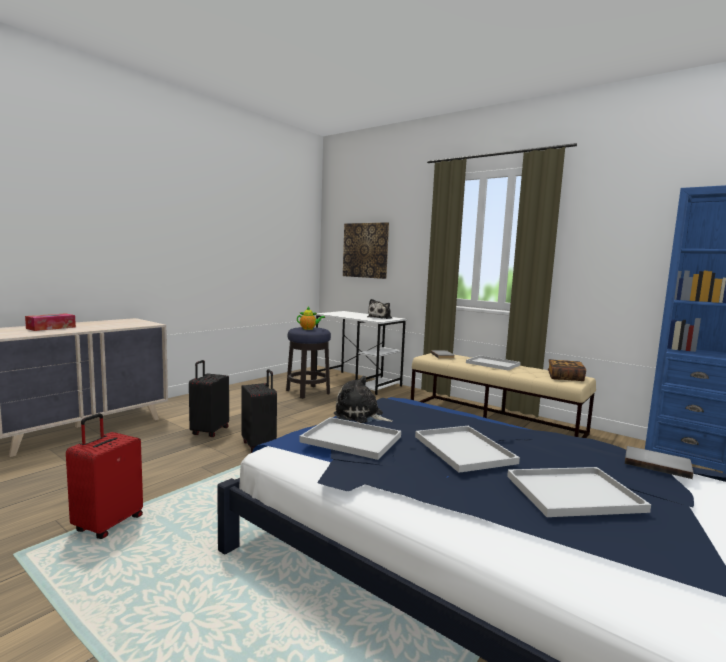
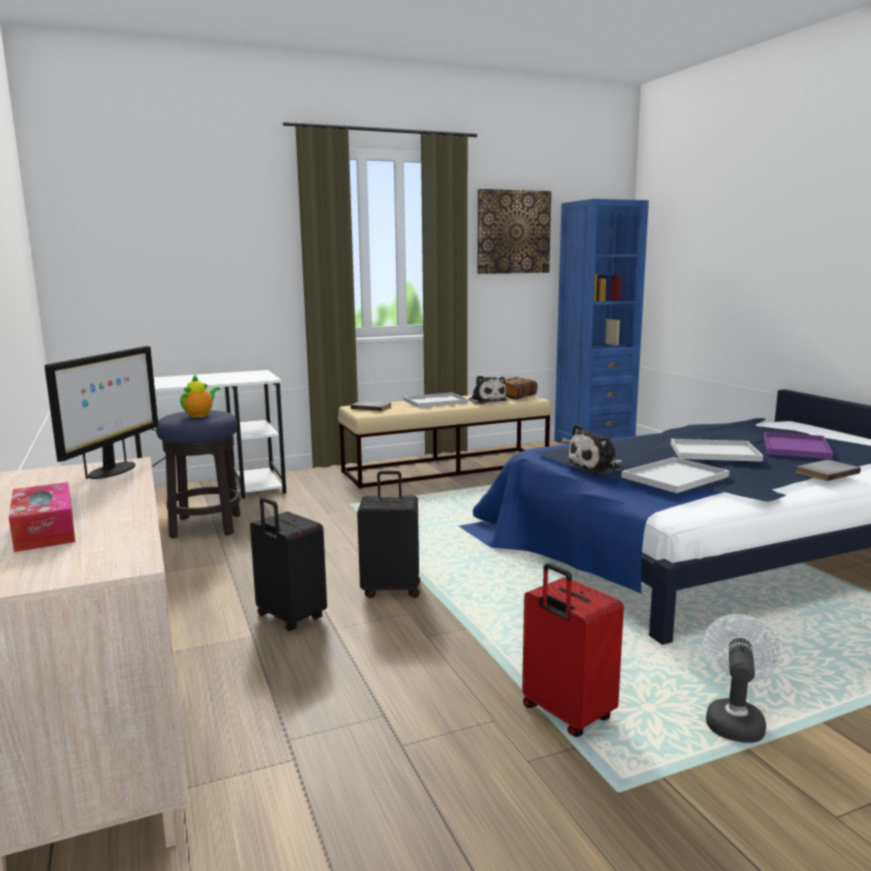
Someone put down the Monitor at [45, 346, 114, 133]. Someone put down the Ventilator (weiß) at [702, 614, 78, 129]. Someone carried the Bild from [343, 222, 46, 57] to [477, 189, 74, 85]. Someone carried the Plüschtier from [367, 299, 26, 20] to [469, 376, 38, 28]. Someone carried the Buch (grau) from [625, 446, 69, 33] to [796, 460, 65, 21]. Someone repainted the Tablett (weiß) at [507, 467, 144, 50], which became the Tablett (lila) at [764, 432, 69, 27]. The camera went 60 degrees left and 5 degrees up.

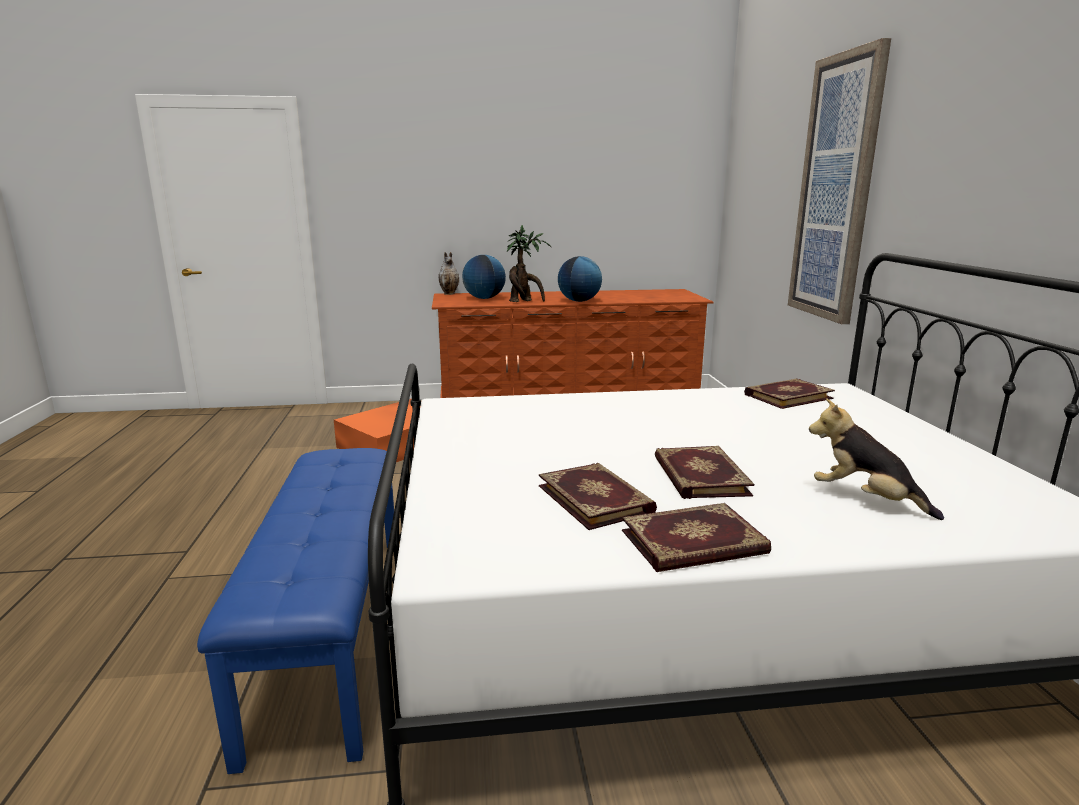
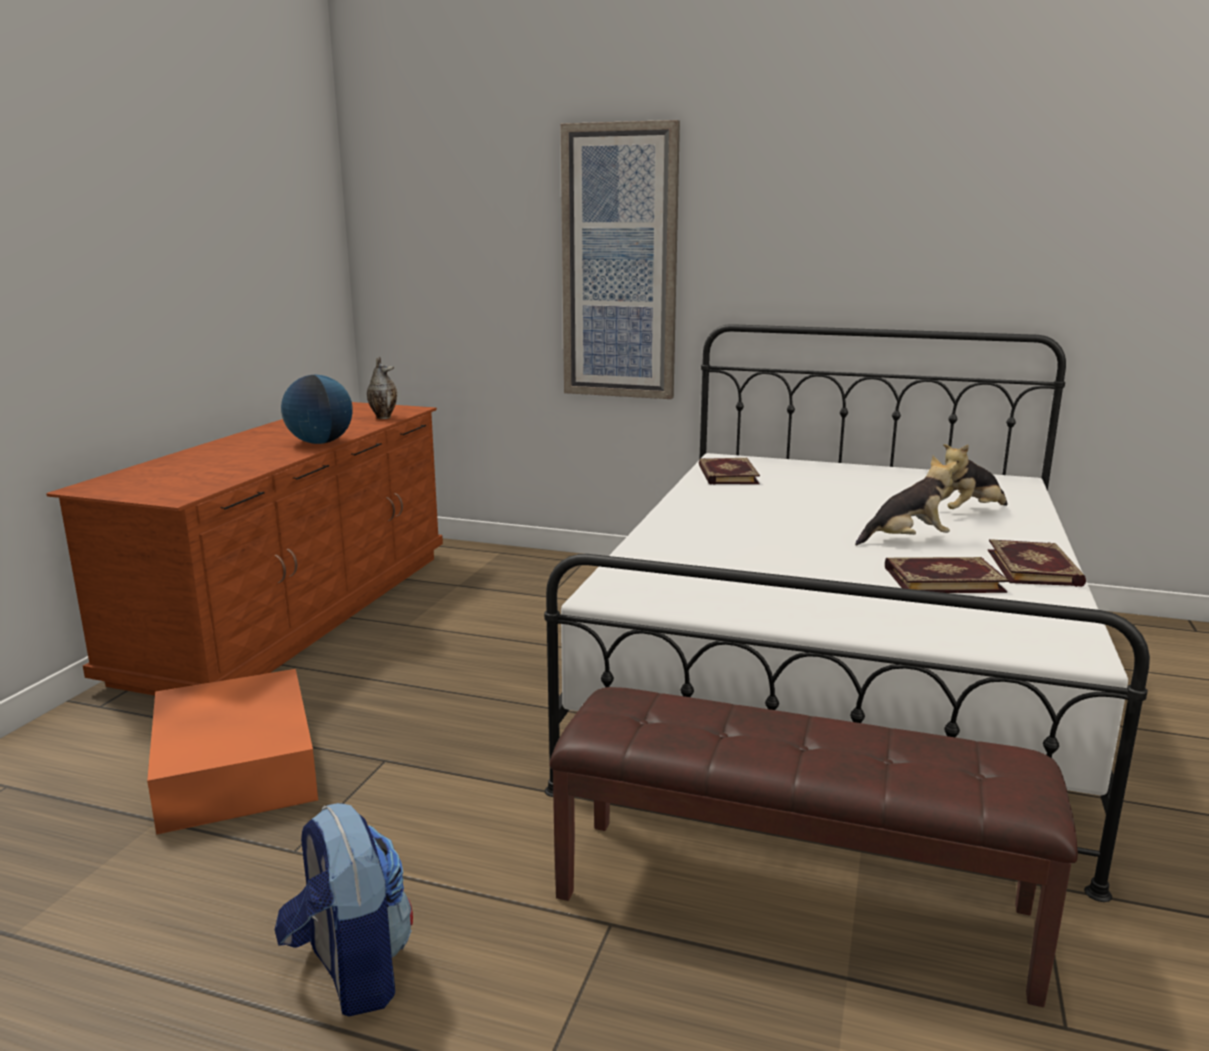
Someone took away the Globus at [462, 255, 44, 44]. Someone took away the Topfpflanze at [507, 225, 44, 77]. Someone put down the Rucksack at [275, 803, 138, 213]. Someone carried the Vase from [438, 252, 21, 43] to [367, 357, 30, 62]. Someone swapped the Buch at [655, 446, 99, 53] for the Plüschtier at [855, 456, 102, 90]. Someone repainted the Bank (blau) at [197, 448, 197, 326], which became the Bank (braun) at [550, 687, 528, 320]. The camera went 65 degrees left and 0 degrees up.

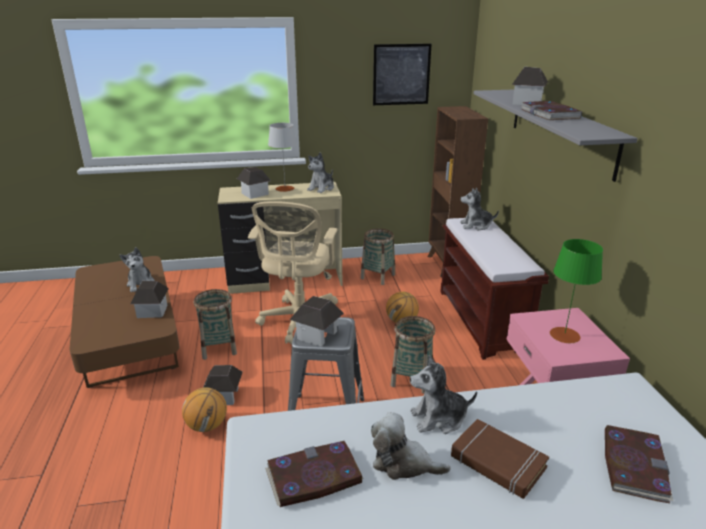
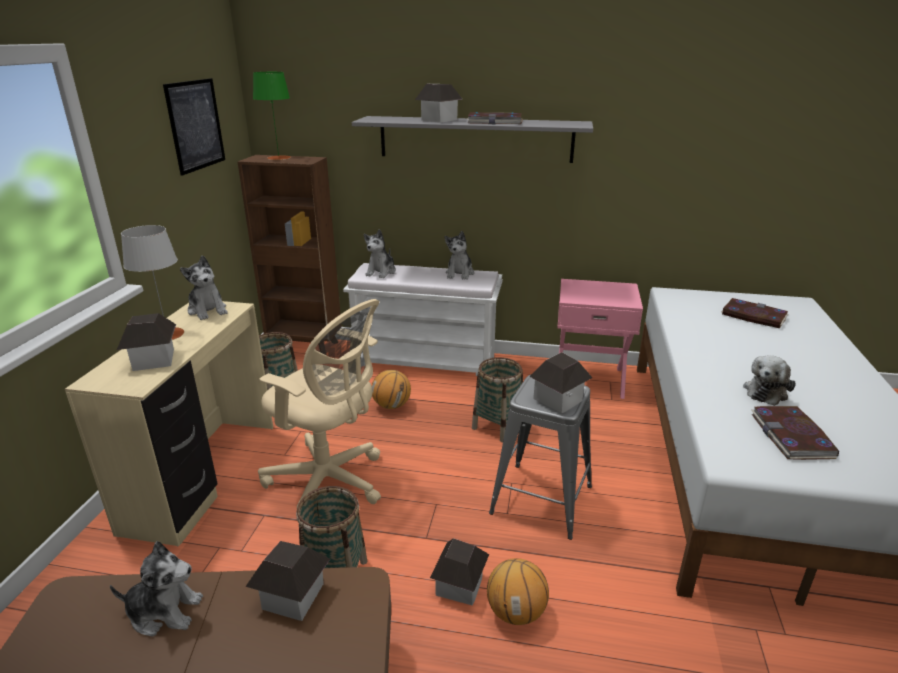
Someone took away the Buch (braun) at [451, 419, 98, 80]. Someone carried the Plüschtier from [410, 355, 67, 79] to [444, 231, 30, 49]. Someone carried the Tischlampe (grün) from [550, 239, 53, 104] to [253, 72, 38, 88]. Someone repainted the Bank (braun) at [440, 218, 109, 142], which became the Bank (weiß) at [343, 263, 159, 113]. The camera went 70 degrees left and 0 degrees up.

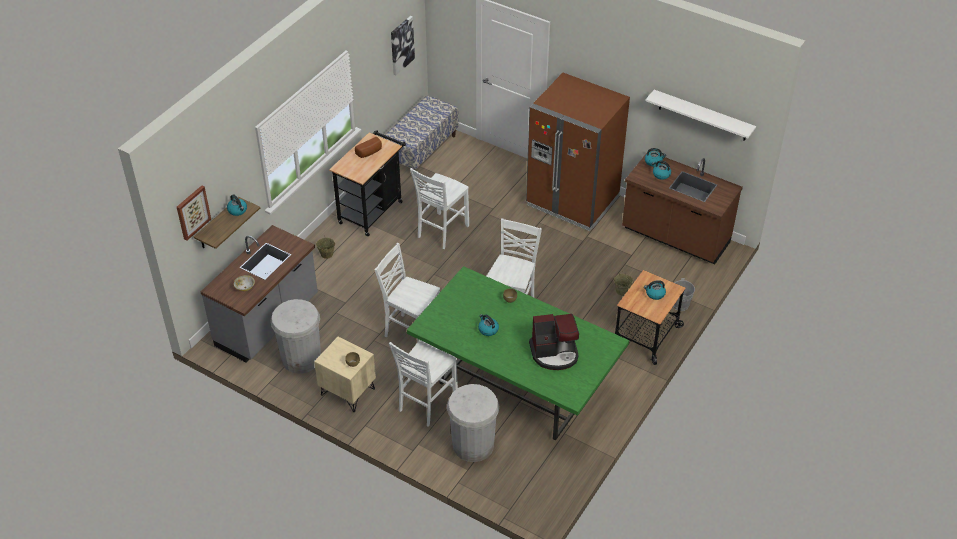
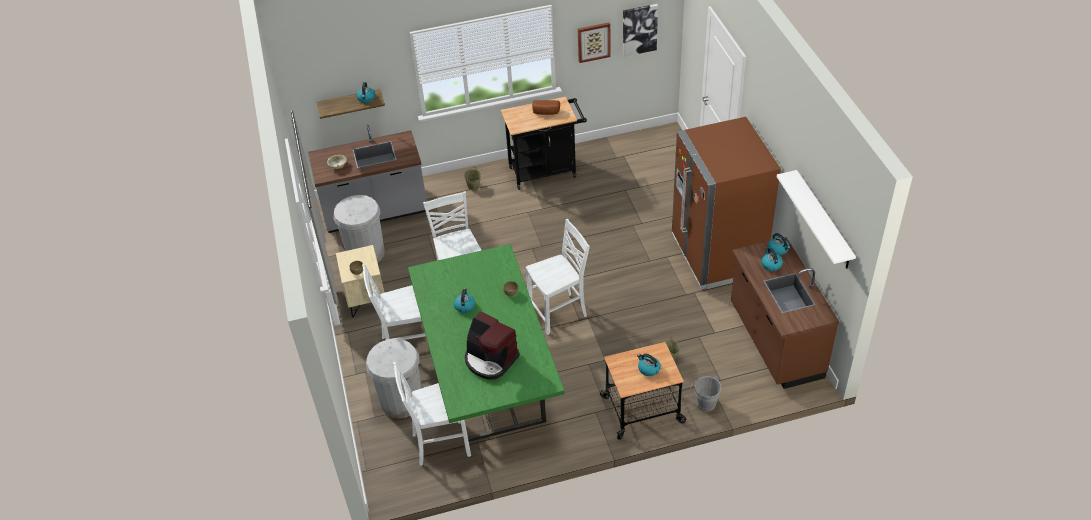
Someone took away the Bank at [383, 95, 75, 76]. Someone carried the Bild from [177, 185, 34, 56] to [578, 22, 32, 41]. Someone carried the Stuhl (weiß) from [410, 168, 59, 81] to [393, 362, 78, 104]. The camera went 45 degrees right and 0 degrees up.

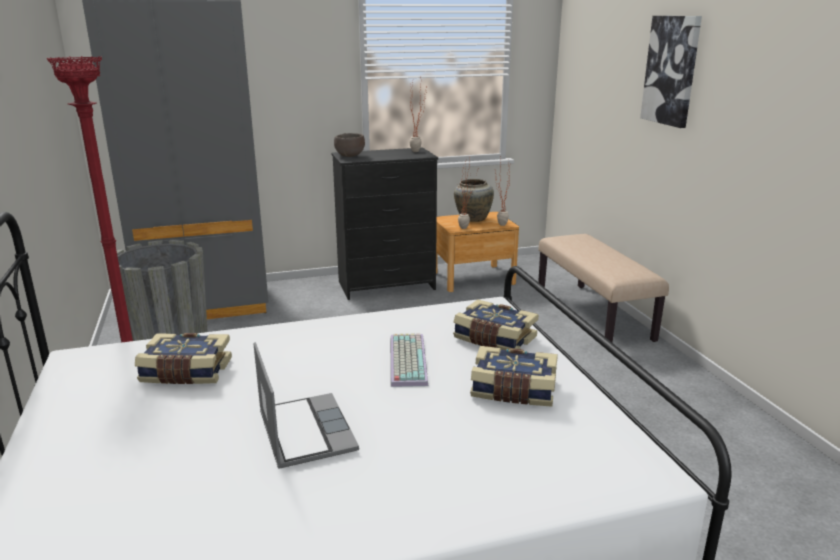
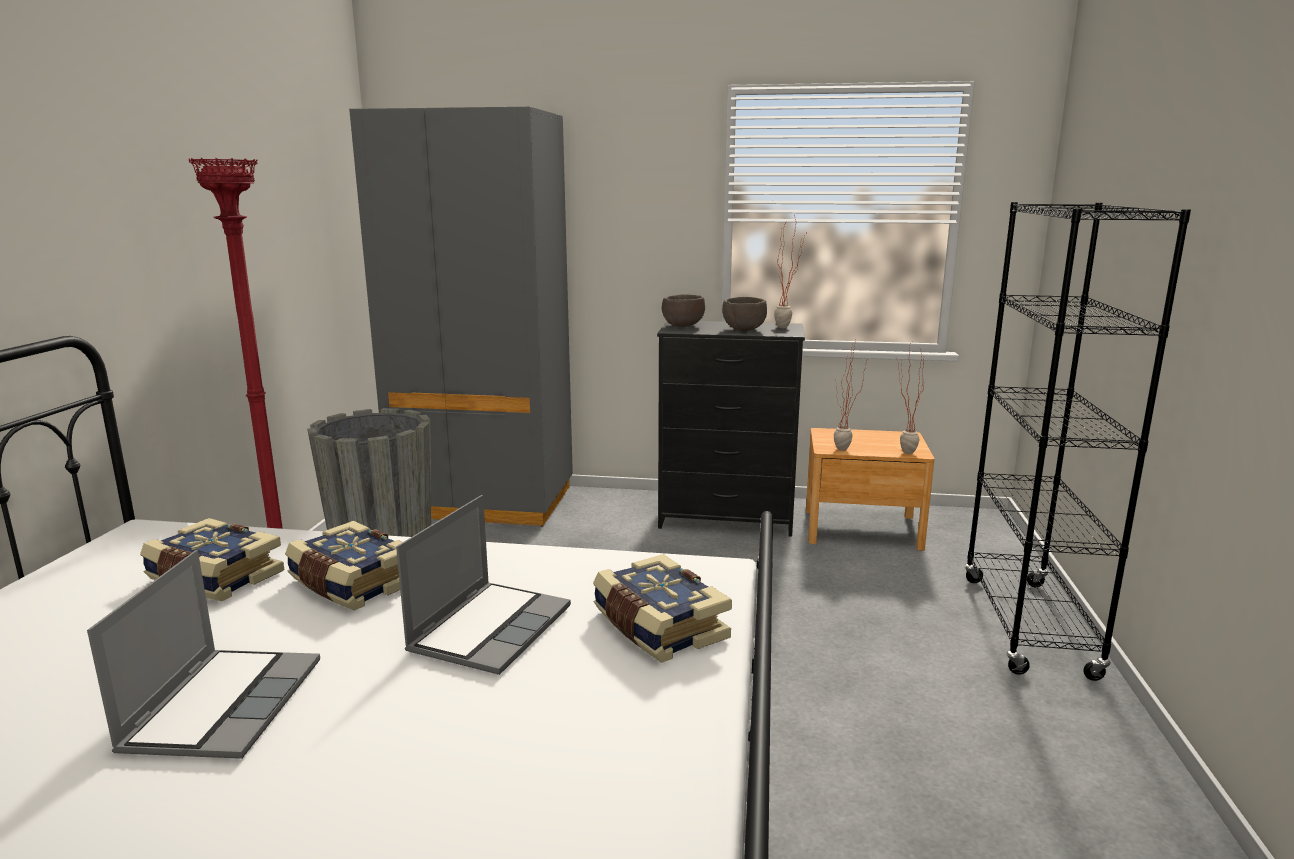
Someone took away the Vase (beige) at [454, 179, 40, 43]. Someone took away the Bild at [640, 16, 62, 112]. Someone put down the Schüssel (braun) at [722, 297, 45, 34]. Someone carried the Buch from [470, 346, 88, 61] to [285, 521, 117, 90]. Someone swapped the Tastatur at [391, 333, 37, 54] for the Laptop at [396, 495, 175, 180]. Someone swapped the Bank (beige) at [538, 234, 131, 108] for the Bücherregal (schwarz) at [964, 202, 227, 479]. The camera went 25 degrees right and 5 degrees down.

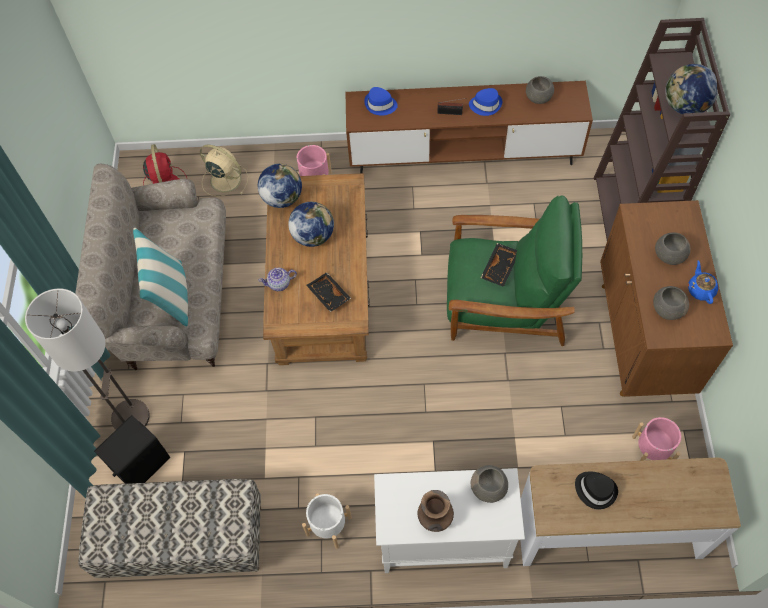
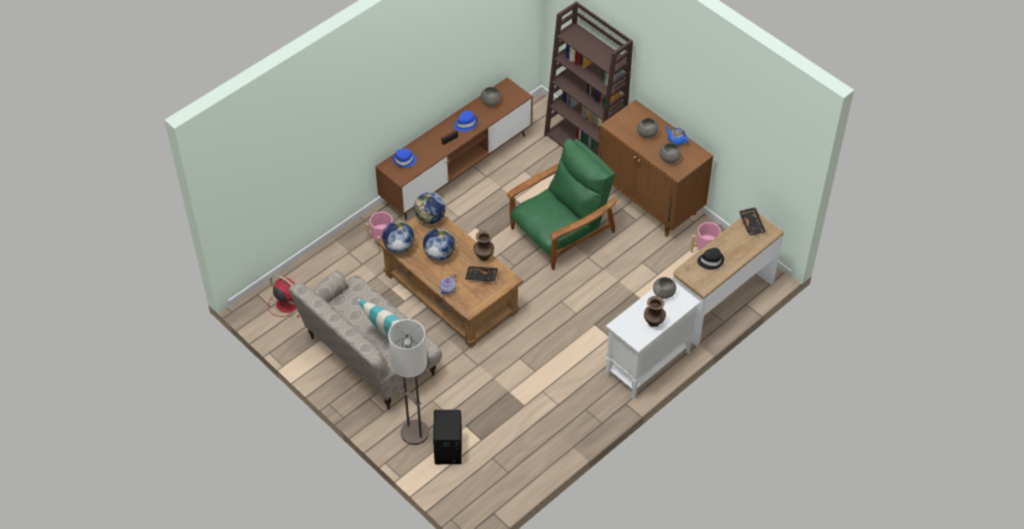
Someone took away the Bank at [79, 479, 182, 99]. Someone took away the Ventilator (beige) at [200, 144, 49, 53]. Someone took away the Pflanzkübel (weiß) at [302, 493, 50, 56]. Someone put down the Vase (braun) at [473, 230, 21, 31]. Someone carried the Tablett (schwarz) from [481, 243, 36, 44] to [739, 207, 27, 29]. Someone carried the Globus from [665, 64, 53, 50] to [414, 192, 32, 32]. The camera went 45 degrees left and 10 degrees down.

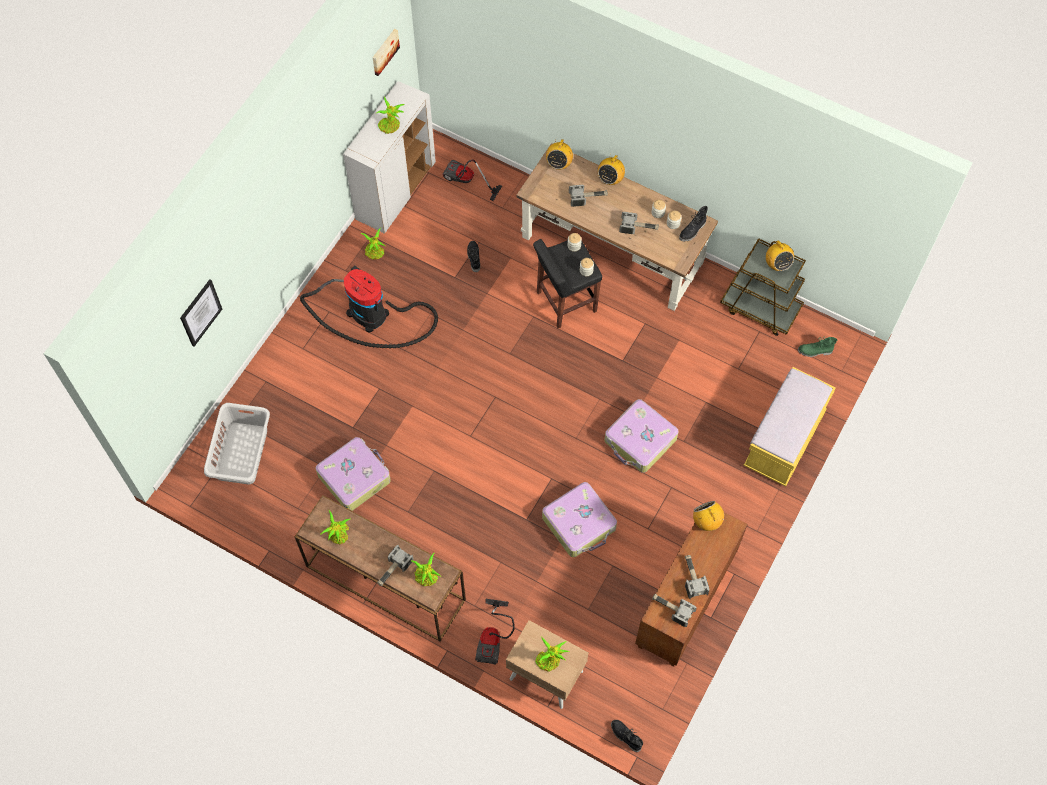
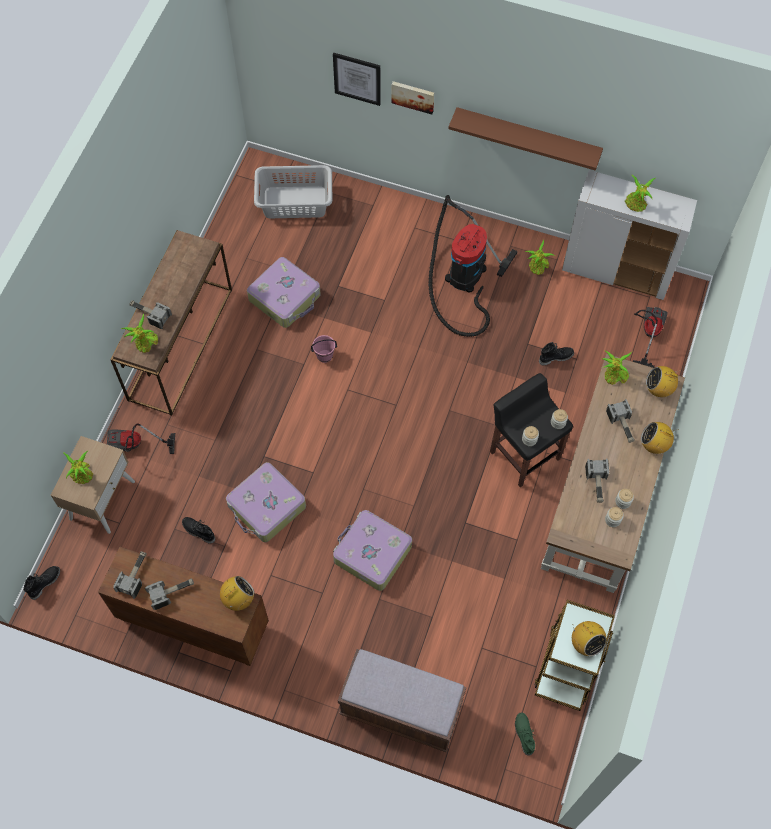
Someone put down the Eimer (rosa) at [311, 335, 26, 28]. Someone put up the Wandregal (braun) at [448, 107, 155, 64]. Someone carried the Topfpflanze from [320, 510, 30, 34] to [602, 350, 30, 35]. Someone carried the Bild from [373, 29, 27, 47] to [391, 81, 43, 33]. Someone carried the Stiefel (schwarz) from [679, 206, 29, 36] to [182, 517, 33, 27]. Someone repainted the Bank (gelb) at [744, 367, 92, 120], which became the Bank (braun) at [338, 649, 128, 103]. Someone rotated the Radio at [766, 240, 28, 31] by 90 degrees counterclockwise. The camera went 80 degrees right and 0 degrees up.

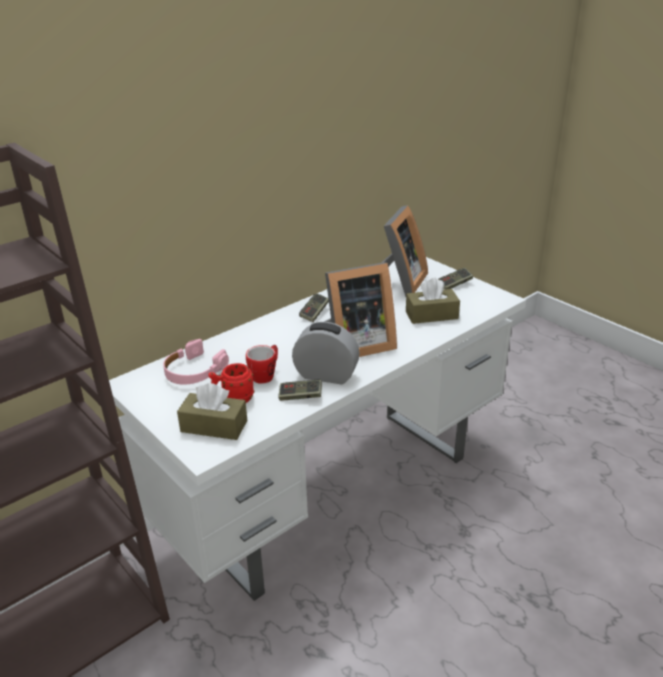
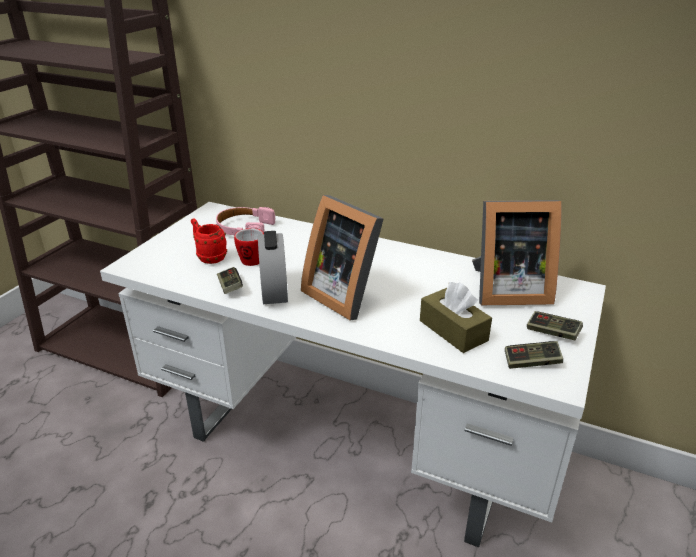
Someone took away the Taschentuchbox (braun) at [177, 383, 70, 57]. Someone carried the Gamepad from [299, 293, 30, 29] to [505, 341, 58, 28]. The camera went 65 degrees right and 0 degrees up.

